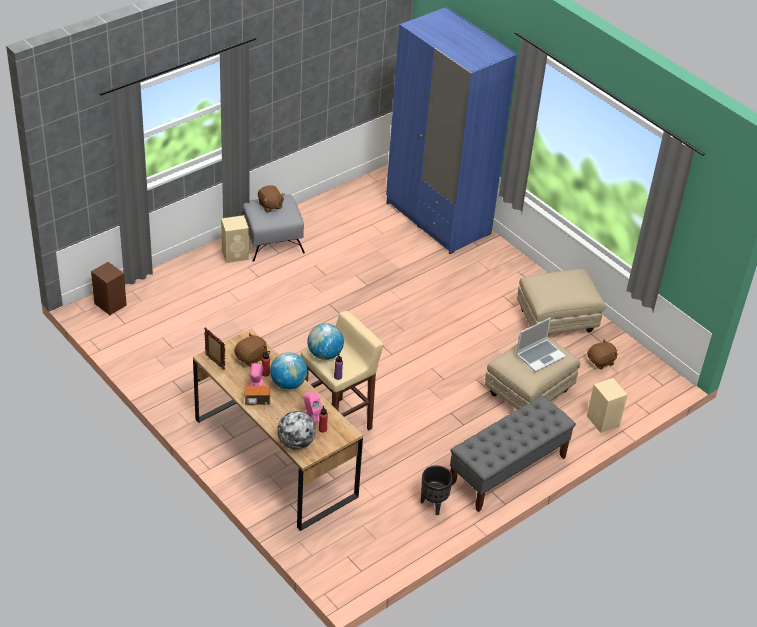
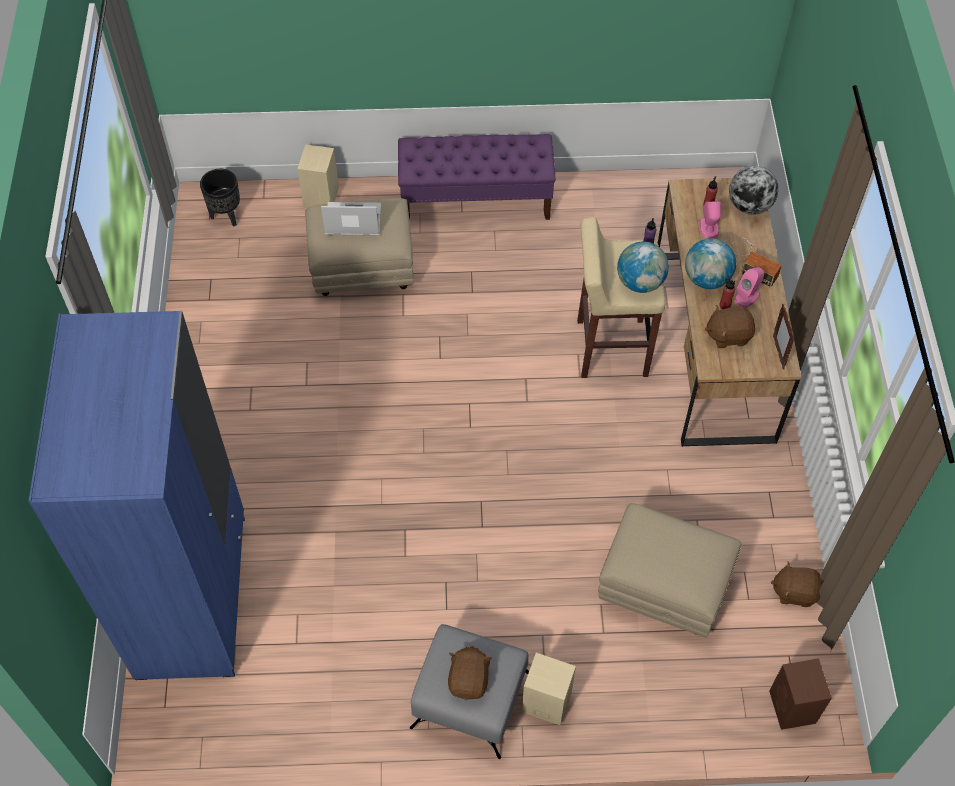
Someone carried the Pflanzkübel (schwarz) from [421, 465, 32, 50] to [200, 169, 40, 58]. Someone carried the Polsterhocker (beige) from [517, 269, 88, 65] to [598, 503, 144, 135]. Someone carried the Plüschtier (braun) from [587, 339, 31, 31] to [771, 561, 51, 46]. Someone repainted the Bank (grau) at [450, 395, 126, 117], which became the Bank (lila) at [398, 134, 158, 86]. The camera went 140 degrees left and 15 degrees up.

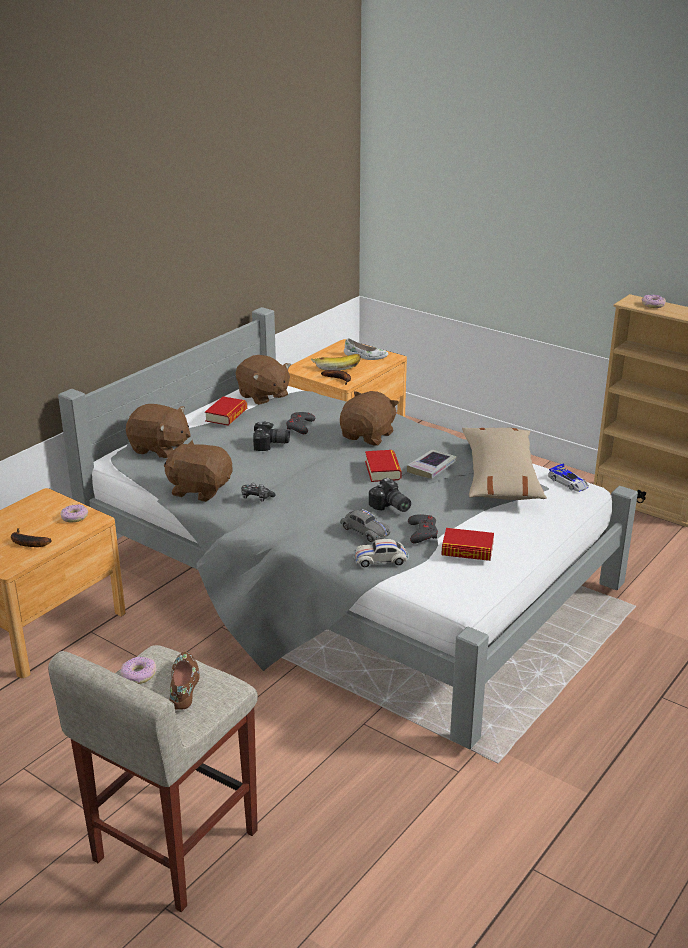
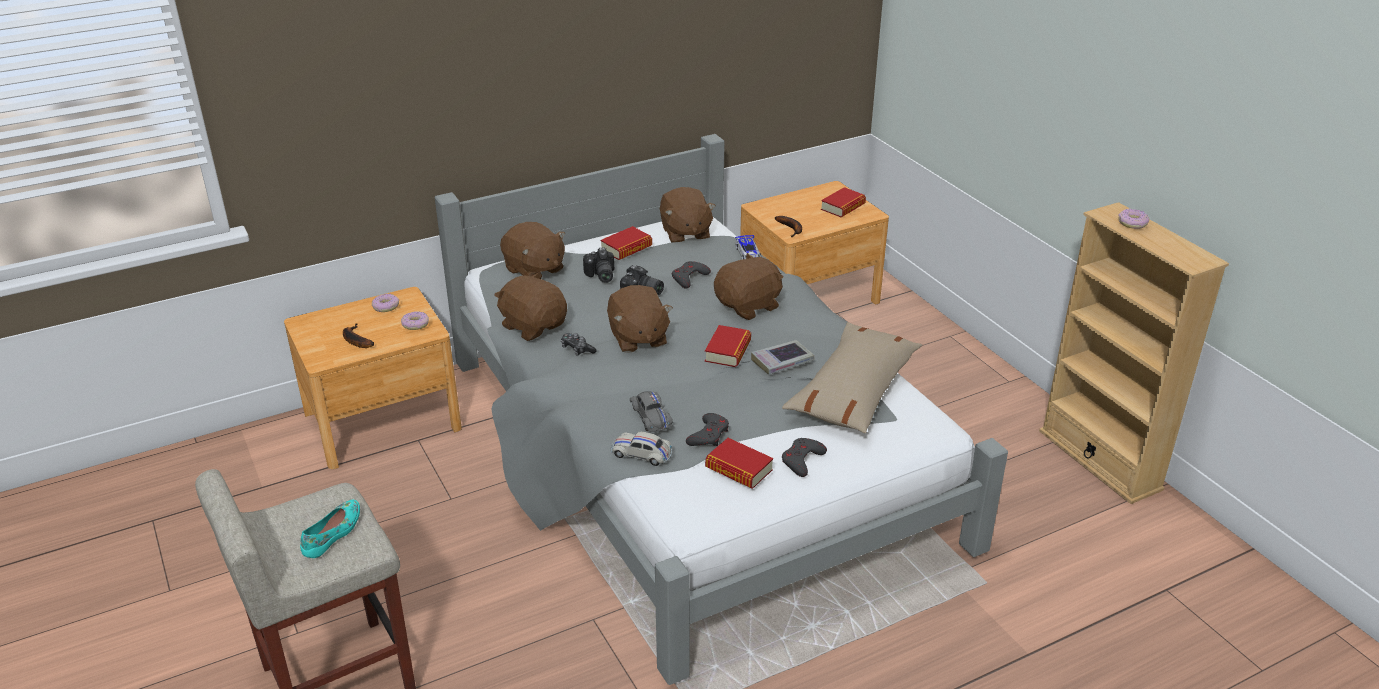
Someone took away the Banane at [311, 354, 50, 17]. Someone put down the Plüschtier (braun) at [607, 285, 66, 68]. Someone put down the Gamepad (grau) at [782, 438, 45, 39]. Someone carried the Donut from [121, 657, 35, 27] to [372, 294, 27, 18]. Someone carried the Kamera from [369, 478, 42, 34] to [583, 247, 31, 36]. Someone carried the Spielzeugauto from [548, 464, 41, 28] to [735, 235, 26, 25]. Someone swapped the Schuh (weiß) at [344, 338, 44, 22] for the Buch at [821, 187, 45, 30]. Someone repainted the Schuh (braun) at [170, 652, 30, 58], which became the Schuh (türkis) at [300, 500, 60, 58]. The camera went 25 degrees right and 5 degrees up.

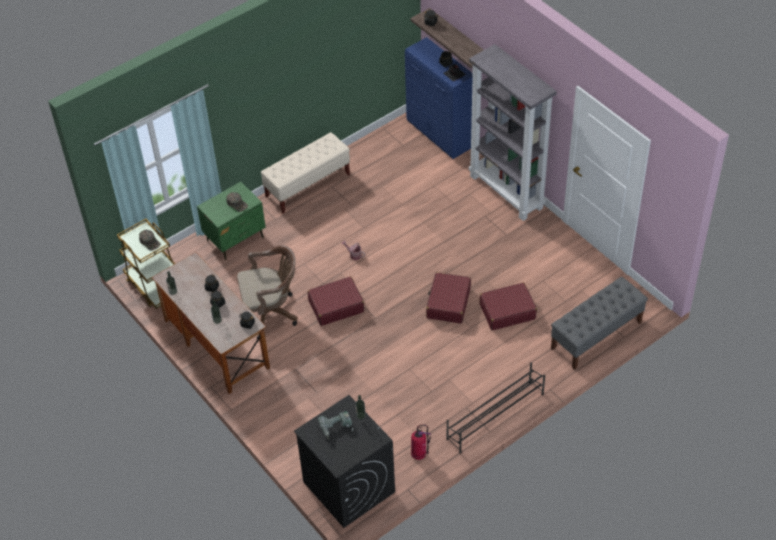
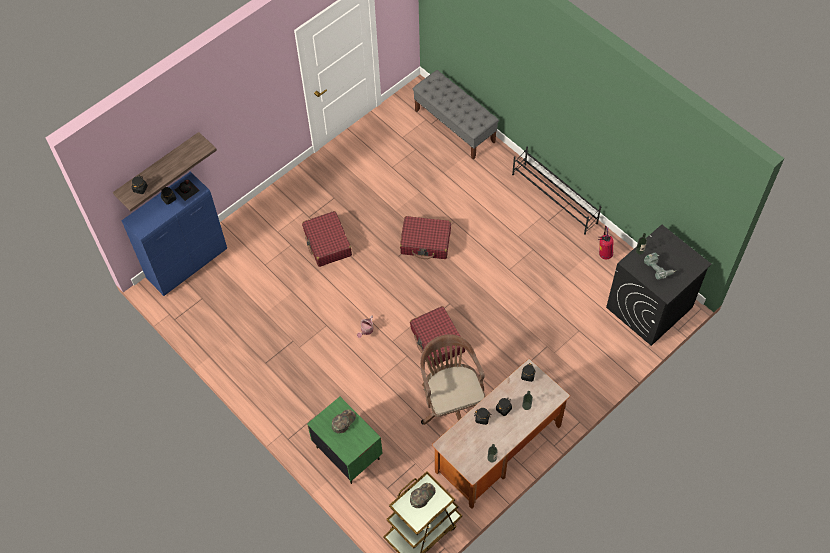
Someone took away the Bank (beige) at [261, 132, 89, 81]. Someone took away the Bücherregal (grau) at [469, 44, 88, 177]. Someone carried the Koffer (rot) from [479, 283, 58, 47] to [302, 211, 50, 56]. The camera went 95 degrees left and 10 degrees up.

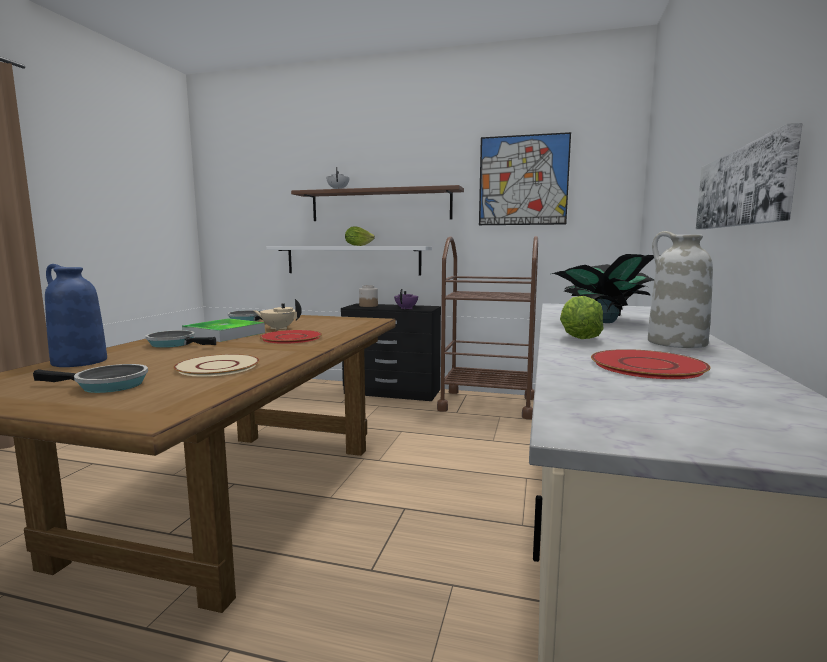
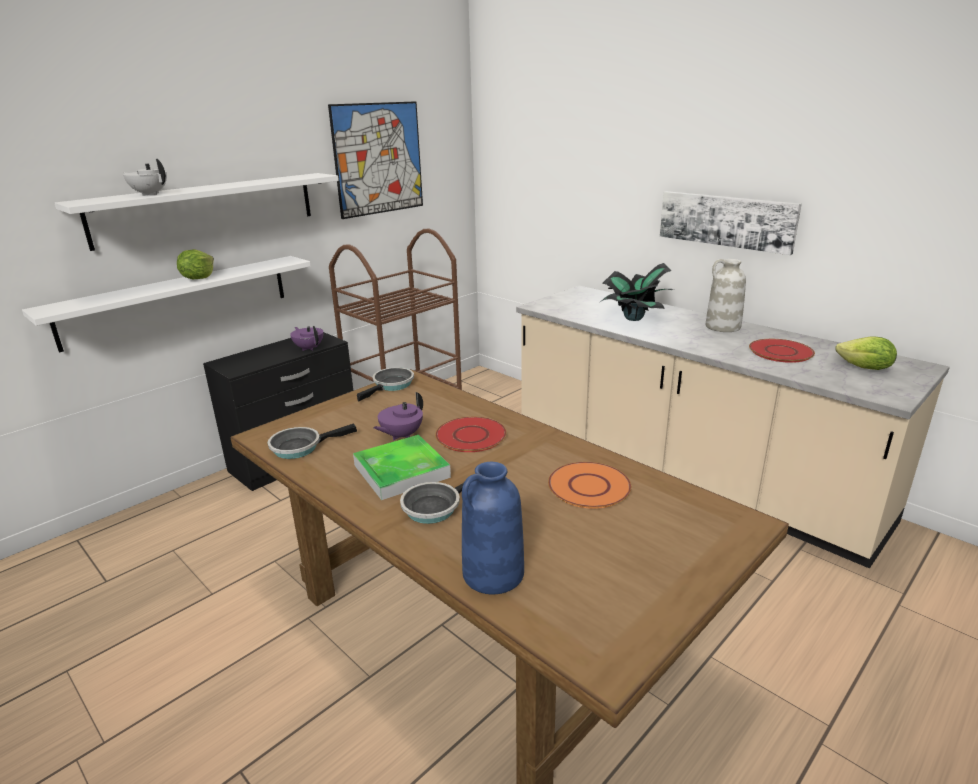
Someone took away the Vorratsglas at [359, 285, 19, 22]. Someone carried the Pfanne from [33, 364, 115, 29] to [357, 367, 57, 34]. Someone carried the Salatkopf from [560, 296, 44, 43] to [836, 336, 61, 34]. Someone repainted the Teller (beige) at [173, 354, 87, 23], which became the Teller (orange) at [548, 462, 83, 47]. Someone repainted the Teekanne (beige) at [253, 299, 49, 31], which became the Teekanne (lila) at [373, 392, 50, 48]. Someone repainted the Wandregal (braun) at [291, 185, 173, 36], which became the Wandregal (weiß) at [55, 173, 284, 78]. The camera went 60 degrees left and 15 degrees up.

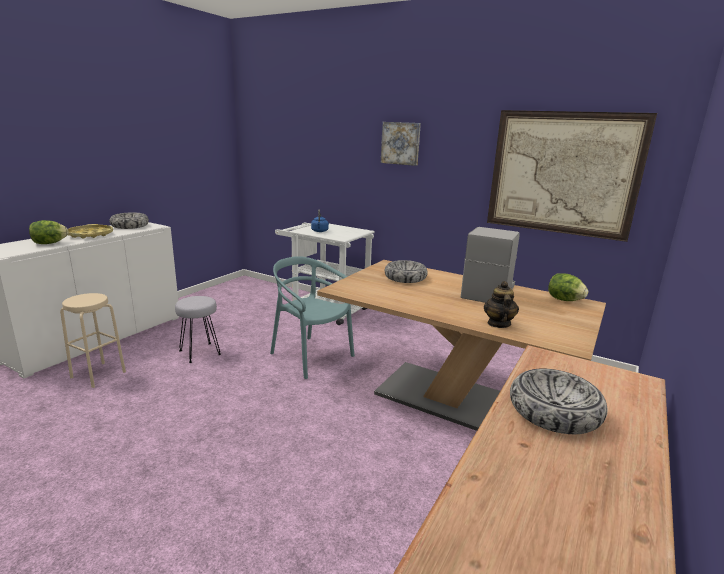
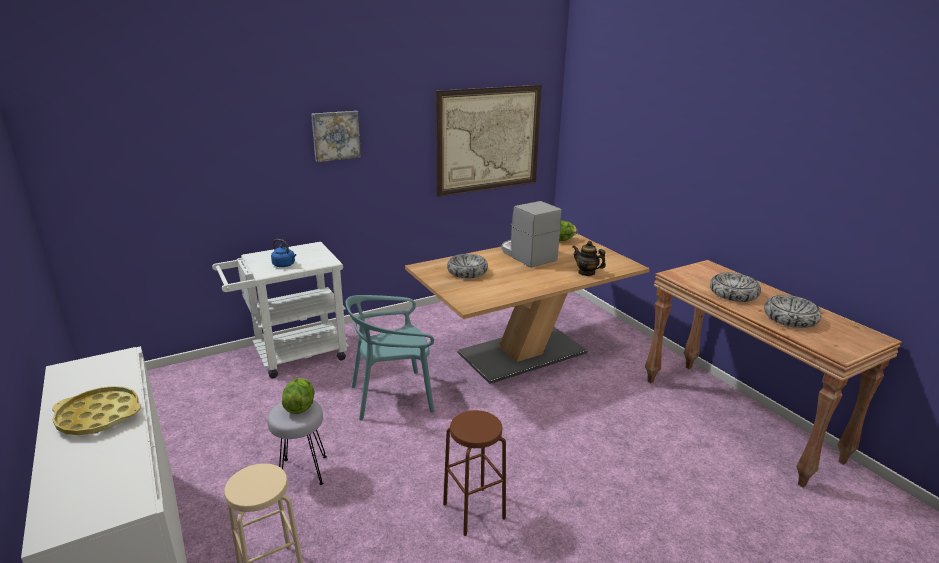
Someone put down the Hocker (braun) at [443, 410, 63, 126]. Someone carried the Salatkopf from [29, 220, 39, 24] to [282, 378, 32, 36]. Someone carried the Schüssel from [109, 213, 40, 16] to [764, 295, 58, 33]. The camera went 60 degrees left and 5 degrees up.

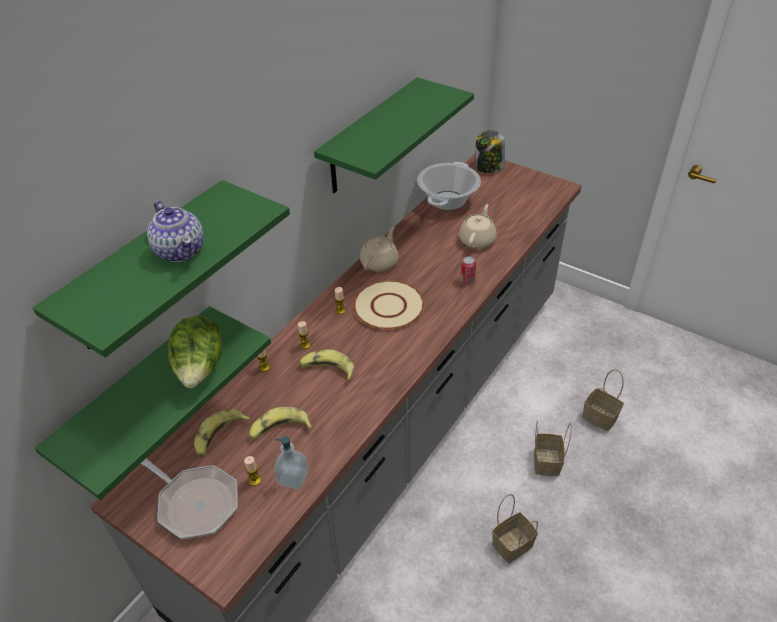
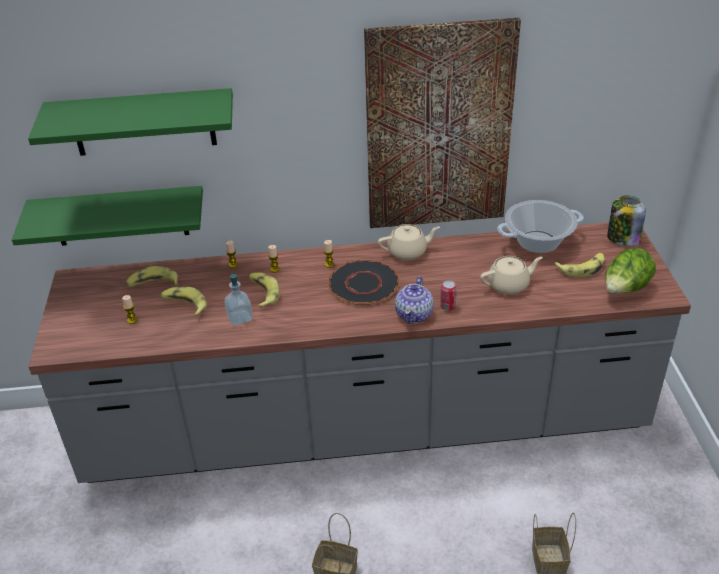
Someone took away the Pfanne at [141, 458, 97, 82]. Someone took away the Korb at [534, 421, 38, 55]. Someone put down the Banane at [554, 253, 51, 24]. Someone carried the Teekanne from [147, 201, 57, 61] to [395, 276, 39, 48]. Someone carried the Salatkopf from [168, 316, 54, 72] to [605, 248, 51, 45]. Someone carried the Seifenspender from [274, 436, 35, 54] to [224, 273, 29, 53]. Someone swapped the Wandregal (grün) at [314, 77, 160, 116] for the Bild at [364, 18, 157, 210]. Someone repainted the Teller (beige) at [353, 280, 71, 50], which became the Teller (schwarz) at [328, 260, 71, 45]. The camera went 50 degrees right and 5 degrees down.

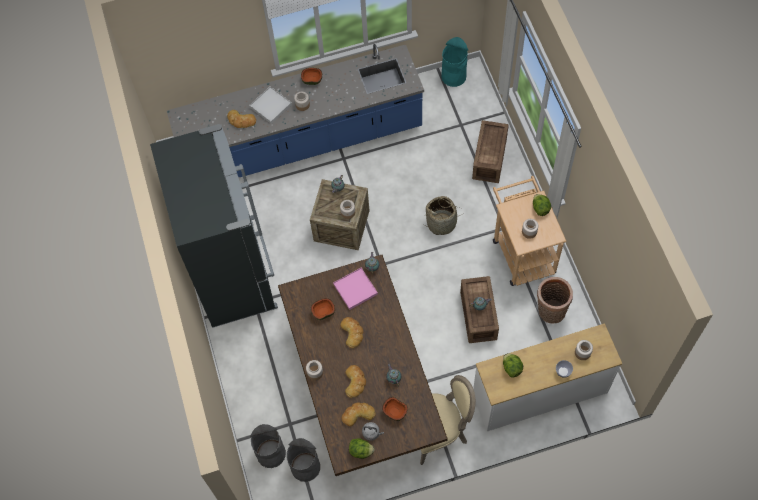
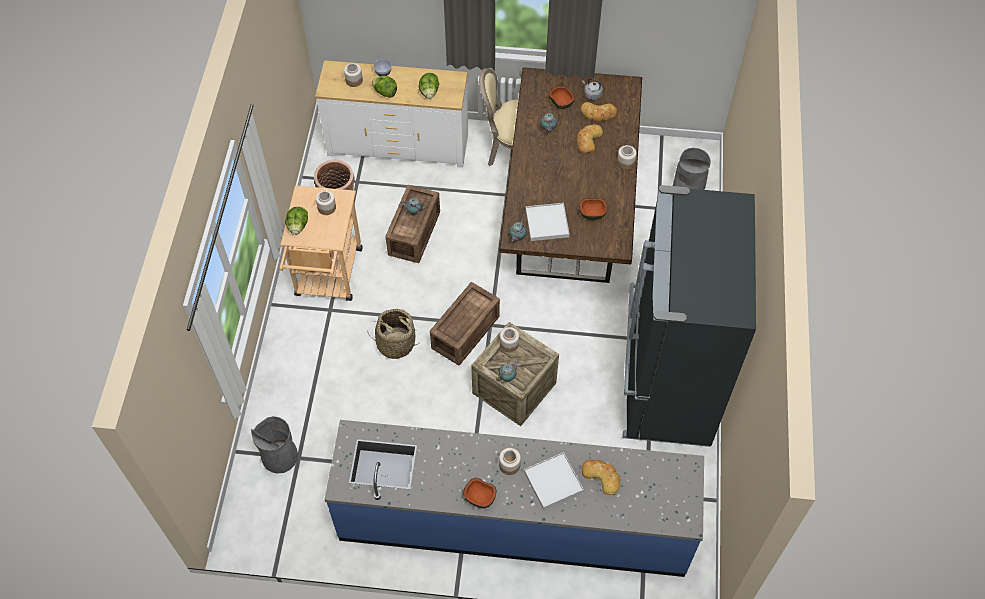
Someone took away the Brot at [340, 317, 23, 31]. Someone took away the Mülleimer (türkis) at [441, 37, 27, 50]. Someone carried the Mülleimer (grau) from [286, 438, 34, 44] to [251, 416, 47, 58]. Someone carried the Salatkopf from [349, 438, 26, 21] to [372, 75, 25, 23]. Someone carried the Kiste from [472, 120, 37, 63] to [430, 282, 70, 84]. Someone repainted the Tablett (rosa) at [333, 268, 45, 42], which became the Tablett (weiß) at [526, 203, 43, 38]. The camera went 160 degrees left and 5 degrees down.

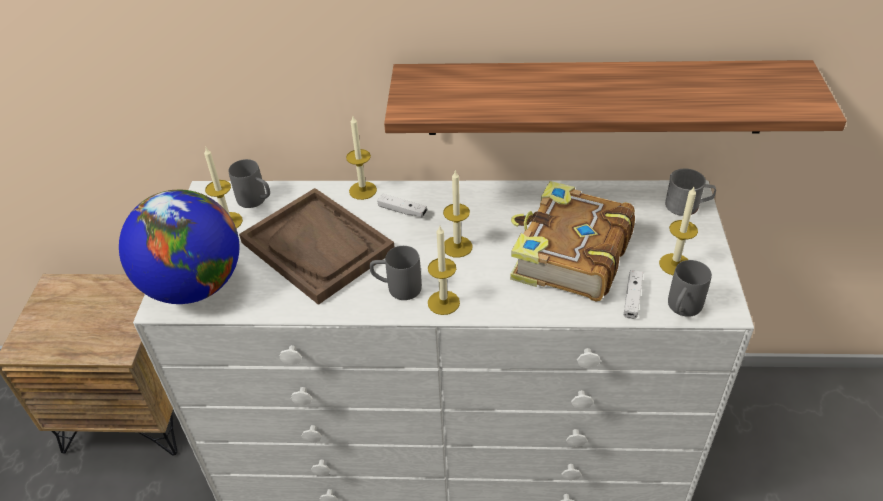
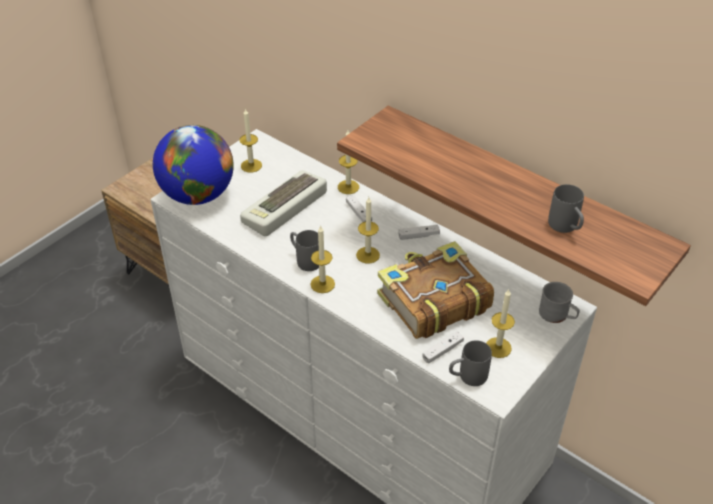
Someone put down the Gamepad (weiß) at [398, 225, 42, 15]. Someone carried the Henkelbecher (grau) from [228, 159, 42, 49] to [548, 184, 36, 49]. Someone swapped the Tablett (braun) at [239, 188, 155, 117] for the Tastatur at [240, 170, 87, 66]. The camera went 35 degrees right and 0 degrees up.

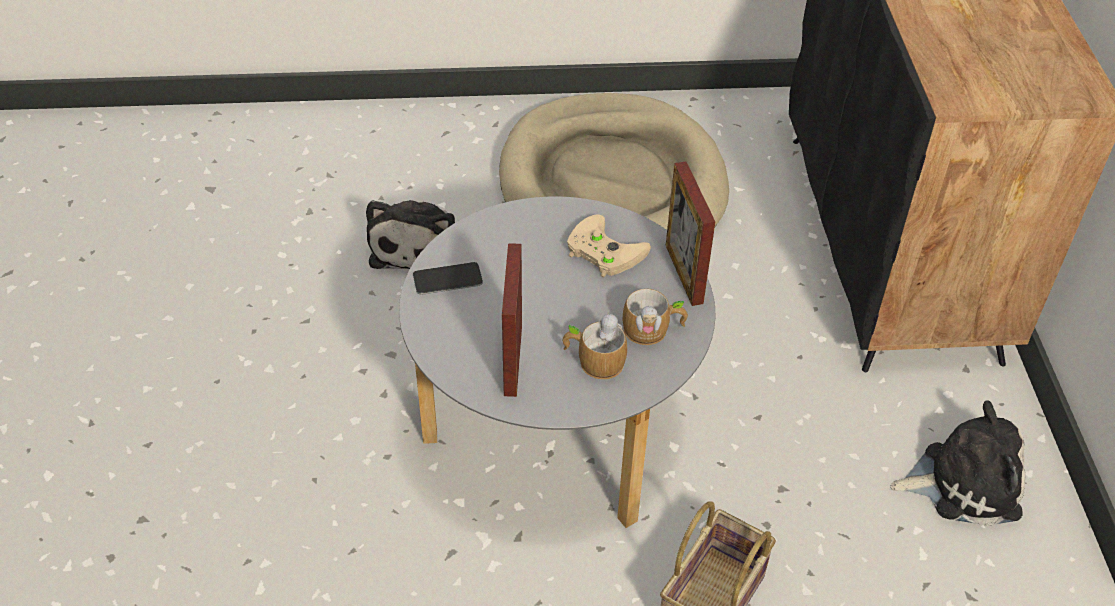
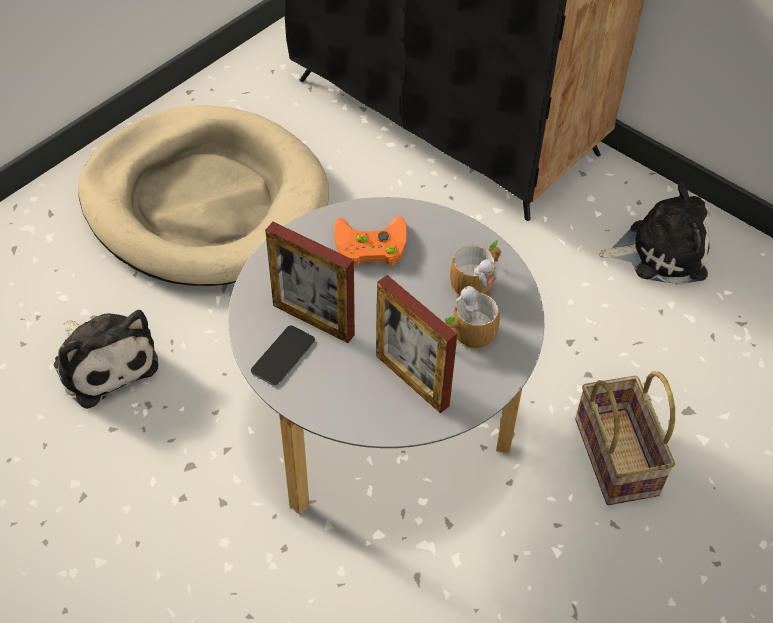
Someone carried the Bilderrahmen from [666, 161, 49, 145] to [265, 222, 90, 121]. Someone repainted the Gamepad (beige) at [567, 214, 84, 63], which became the Gamepad (orange) at [334, 216, 73, 51]. Someone rotated the Plüschtier at [890, 400, 135, 126] by 45 degrees clockwise. The camera went 45 degrees left and 5 degrees up.

